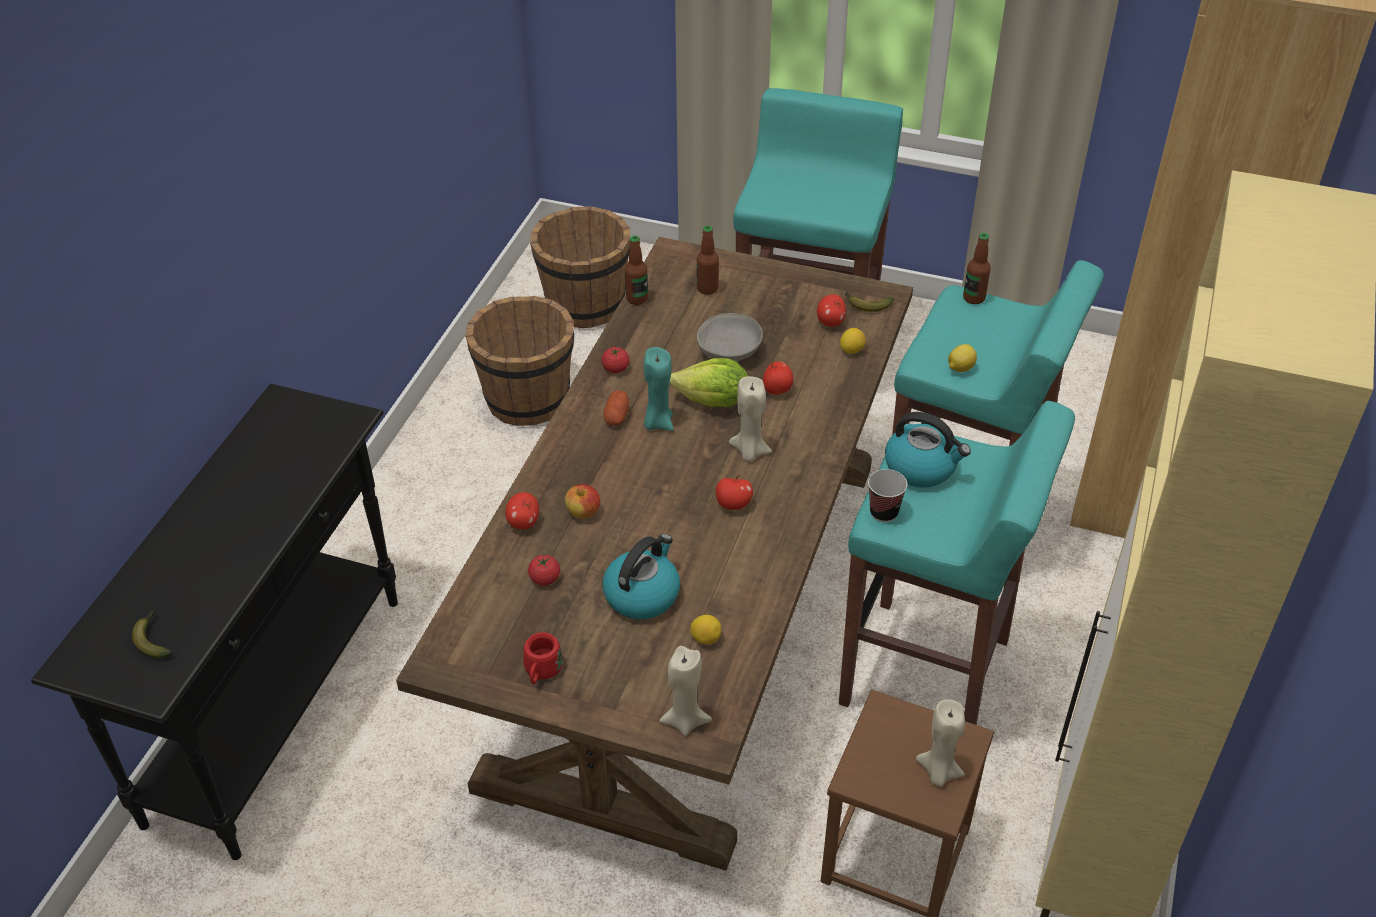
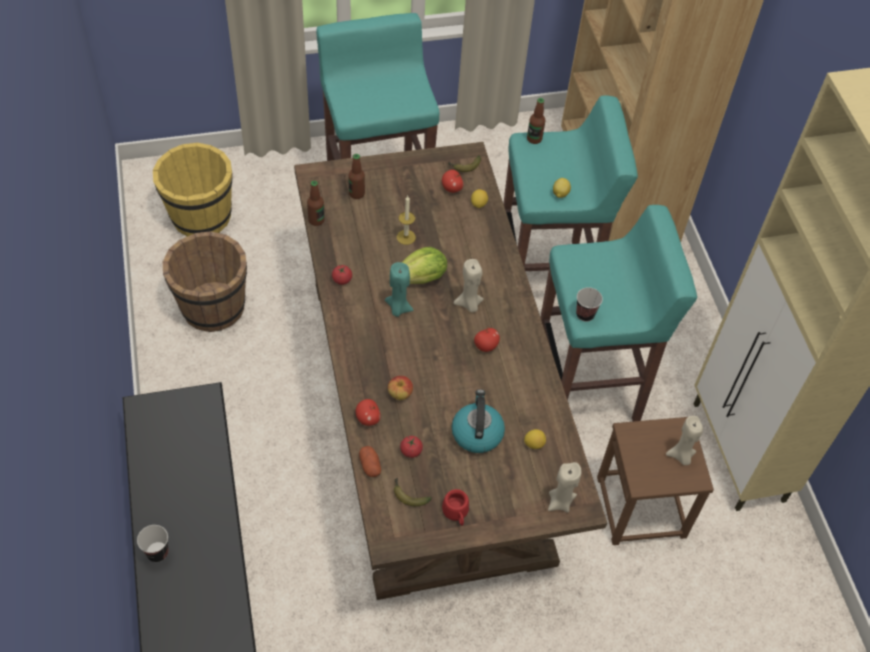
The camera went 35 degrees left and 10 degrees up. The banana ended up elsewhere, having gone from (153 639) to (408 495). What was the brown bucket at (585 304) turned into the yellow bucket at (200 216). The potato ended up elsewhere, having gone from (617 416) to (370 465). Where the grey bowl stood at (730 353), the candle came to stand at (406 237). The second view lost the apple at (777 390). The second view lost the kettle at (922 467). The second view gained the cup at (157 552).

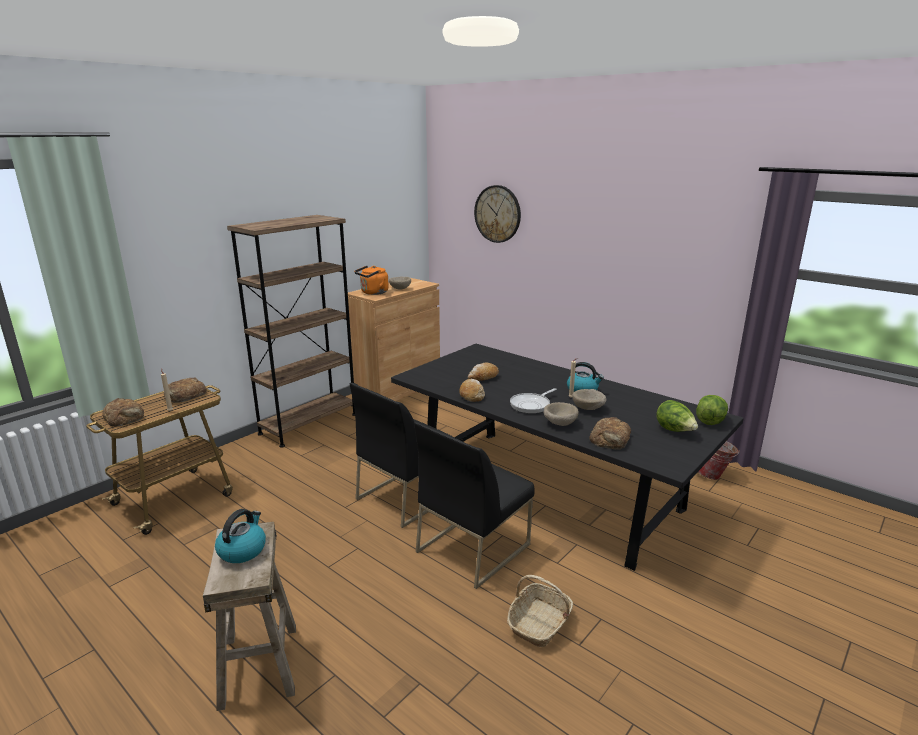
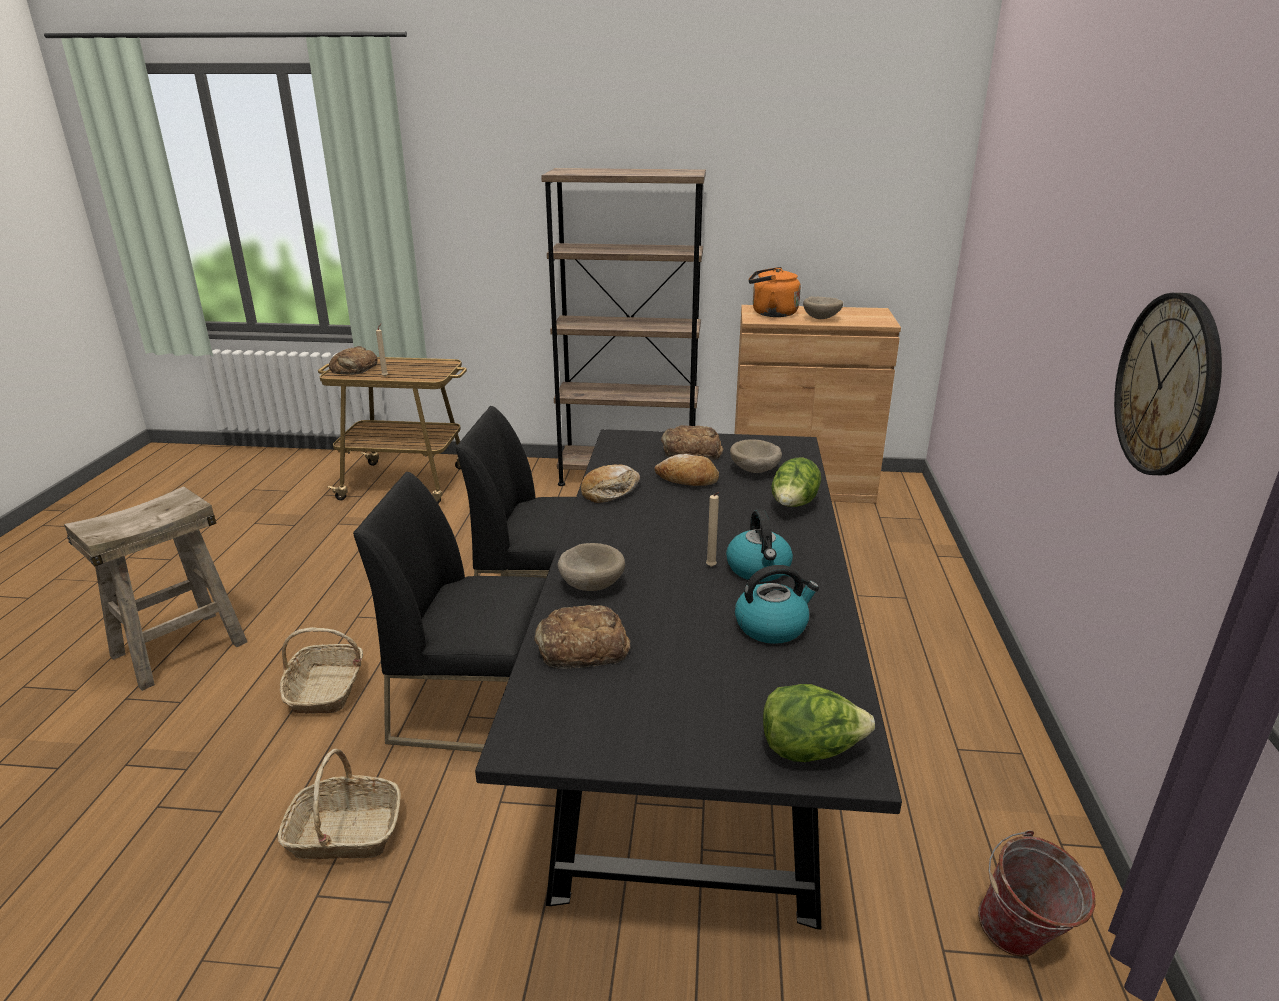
The camera went 55 degrees right and 5 degrees up. The bread ended up elsewhere, having gone from (185 395) to (691 451). The kettle ended up elsewhere, having gone from (242 550) to (772 626). The wall clock ended up elsewhere, having gone from (497 214) to (1167 385). The second view lost the frying pan at (531 405). The beige bowl ended up elsewhere, having gone from (589 409) to (754 471). The lettuce ended up elsewhere, having gone from (675 431) to (793 506). The second view gained the basket at (326 689).

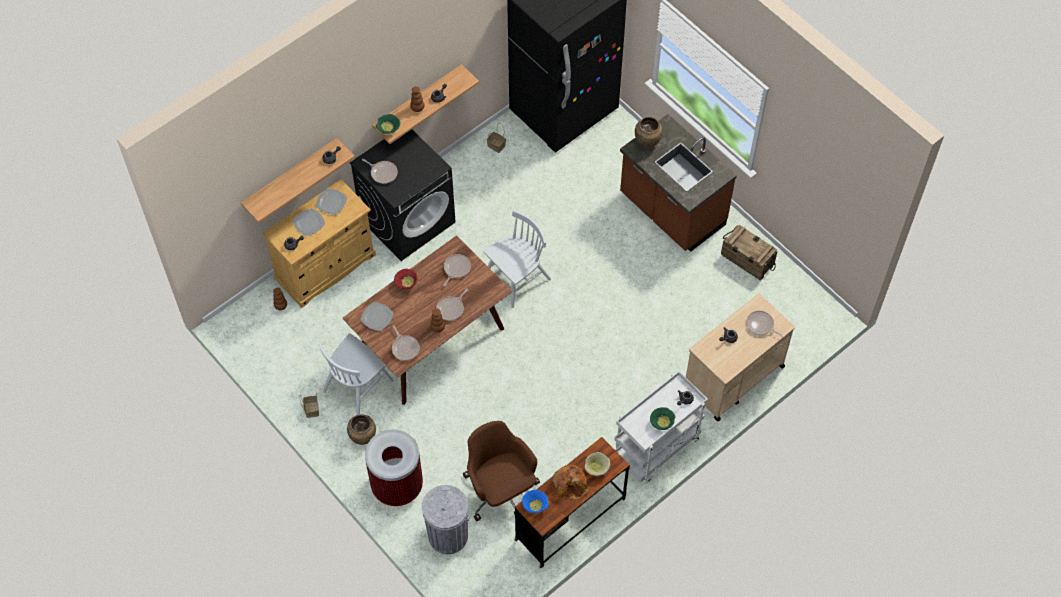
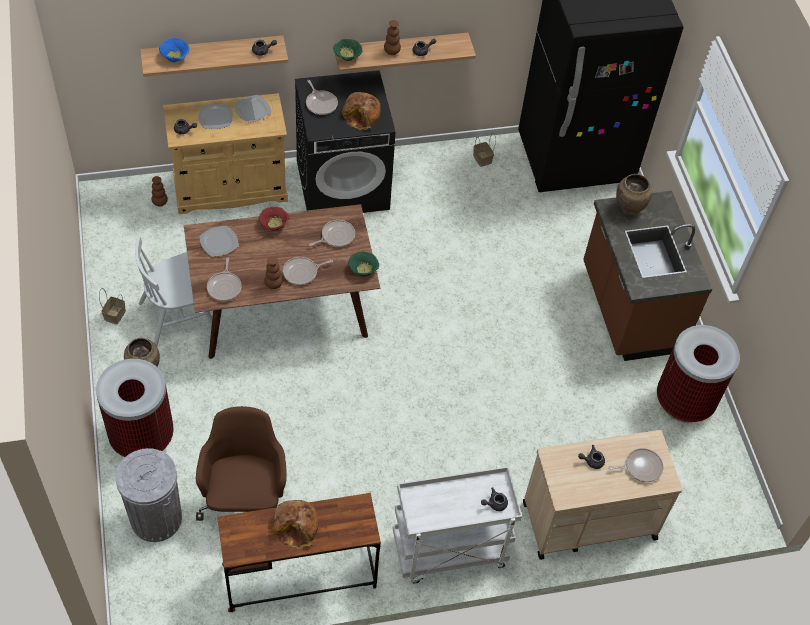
The camera went 25 degrees right and 5 degrees down. The second view lost the white chair at (516 278). The blue bowl ended up elsewhere, having gone from (535 505) to (175 57). The second view lost the beige bowl at (596 468). The green bowl ended up elsewhere, having gone from (662 422) to (363 270). Where the crate stood at (747 260), the trash can came to stand at (684 401). The frying pan at (761 325) ended up facing another way, 105 degrees clockwise from before. The second view gained the bread at (362 116).

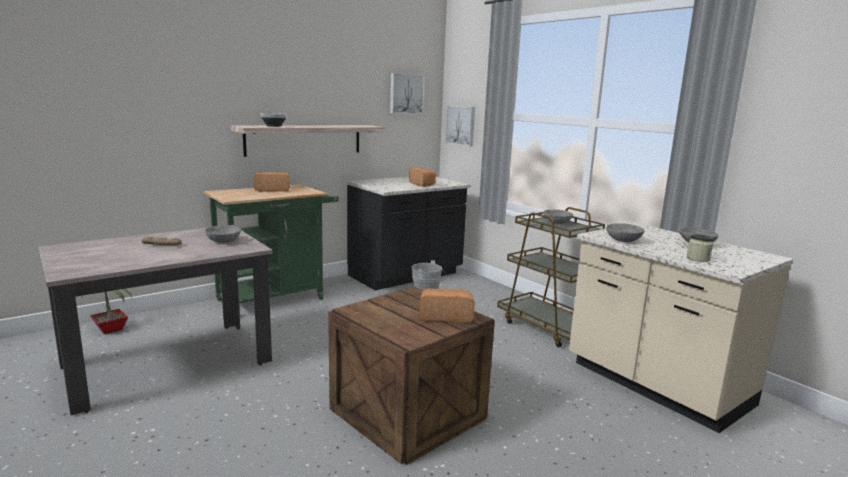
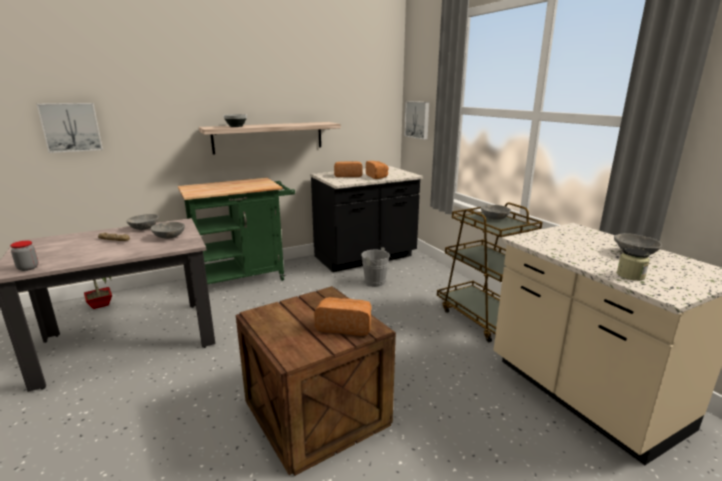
The camera went 10 degrees right and 5 degrees up. The bread ended up elsewhere, having gone from (272 190) to (348 176). The picture ended up elsewhere, having gone from (406 94) to (71 127). The grey bowl ended up elsewhere, having gone from (623 240) to (145 228). The second view gained the jar at (28 268).

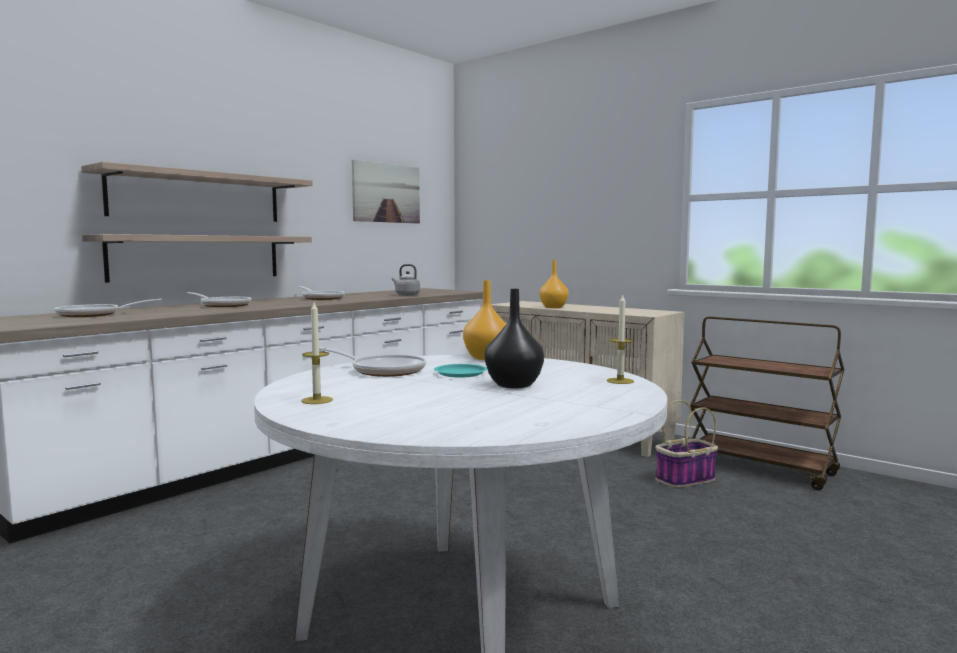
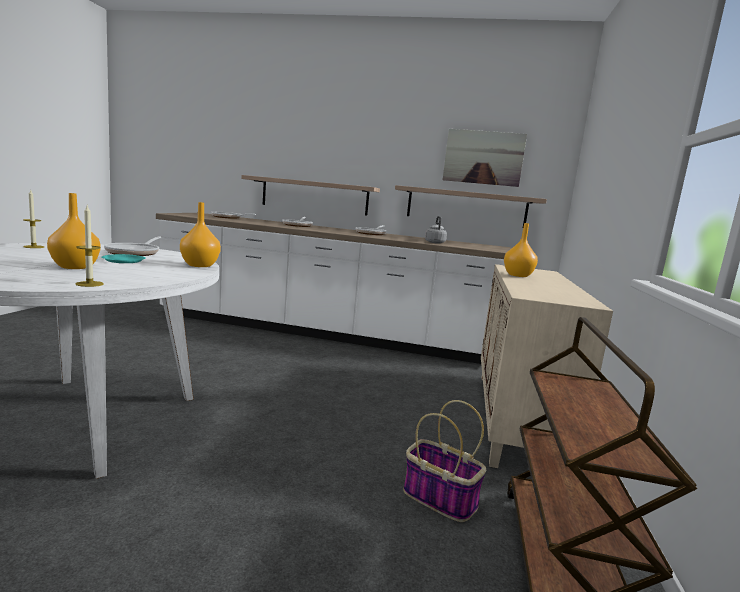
The camera went 60 degrees right and 5 degrees up. The shelf ended up elsewhere, having gone from (197 197) to (466 207). What was the black vase at (515 385) turned into the orange vase at (75 267).

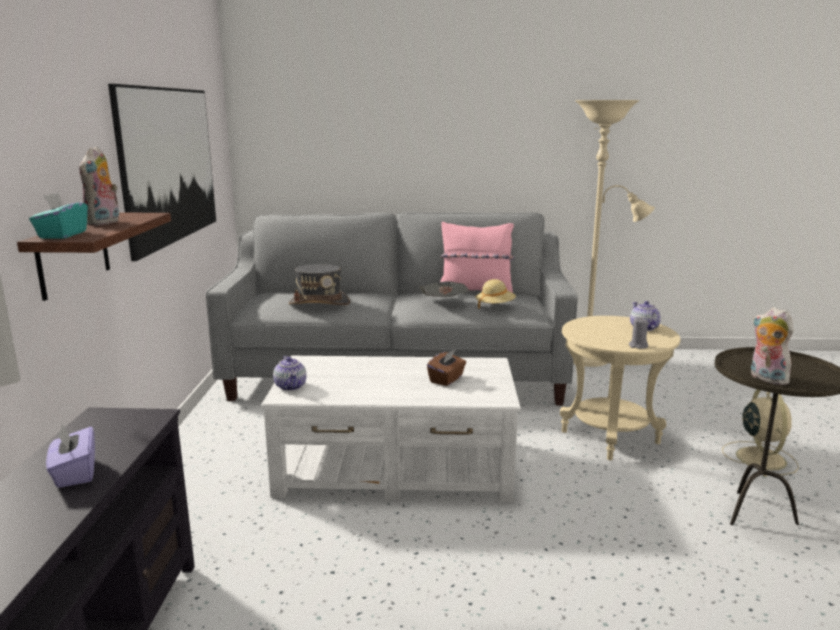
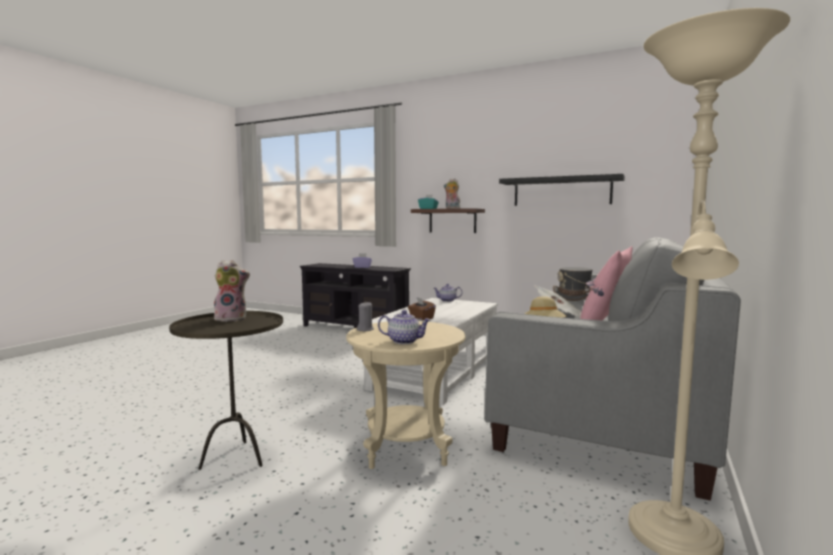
The camera went 115 degrees right and 10 degrees down. Where the picture hung at (170 165), the black shelf came to hang at (561 191). The second view lost the beige fan at (759 457).

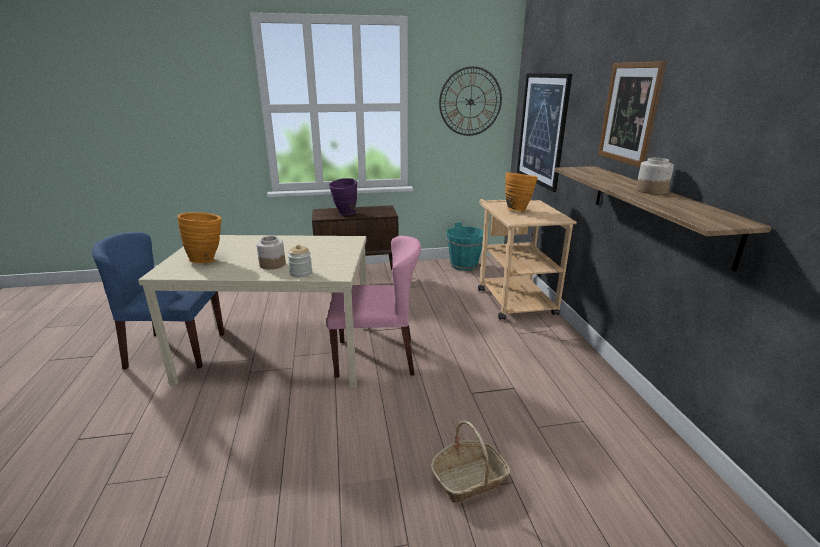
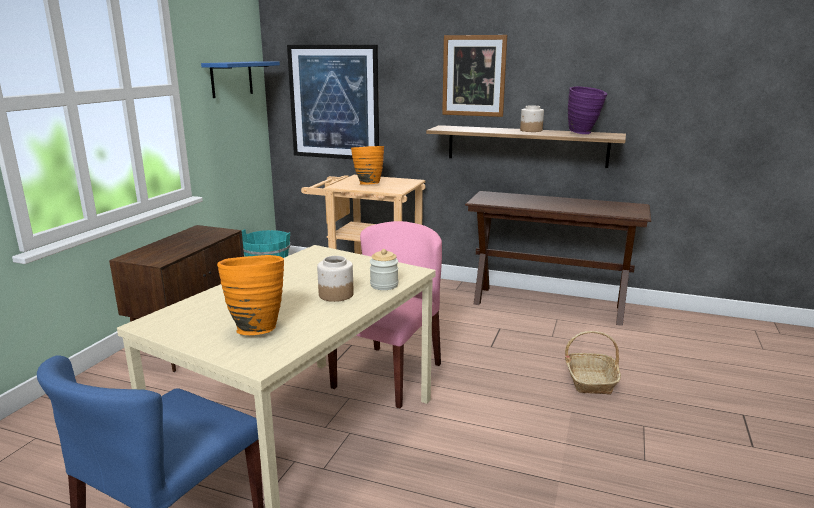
The camera went 60 degrees left and 5 degrees down. The purple vase ended up elsewhere, having gone from (345 214) to (584 133). Where the wall clock hung at (470 102), the blue shelf came to hang at (231 79). The second view gained the brown console table at (548 305).

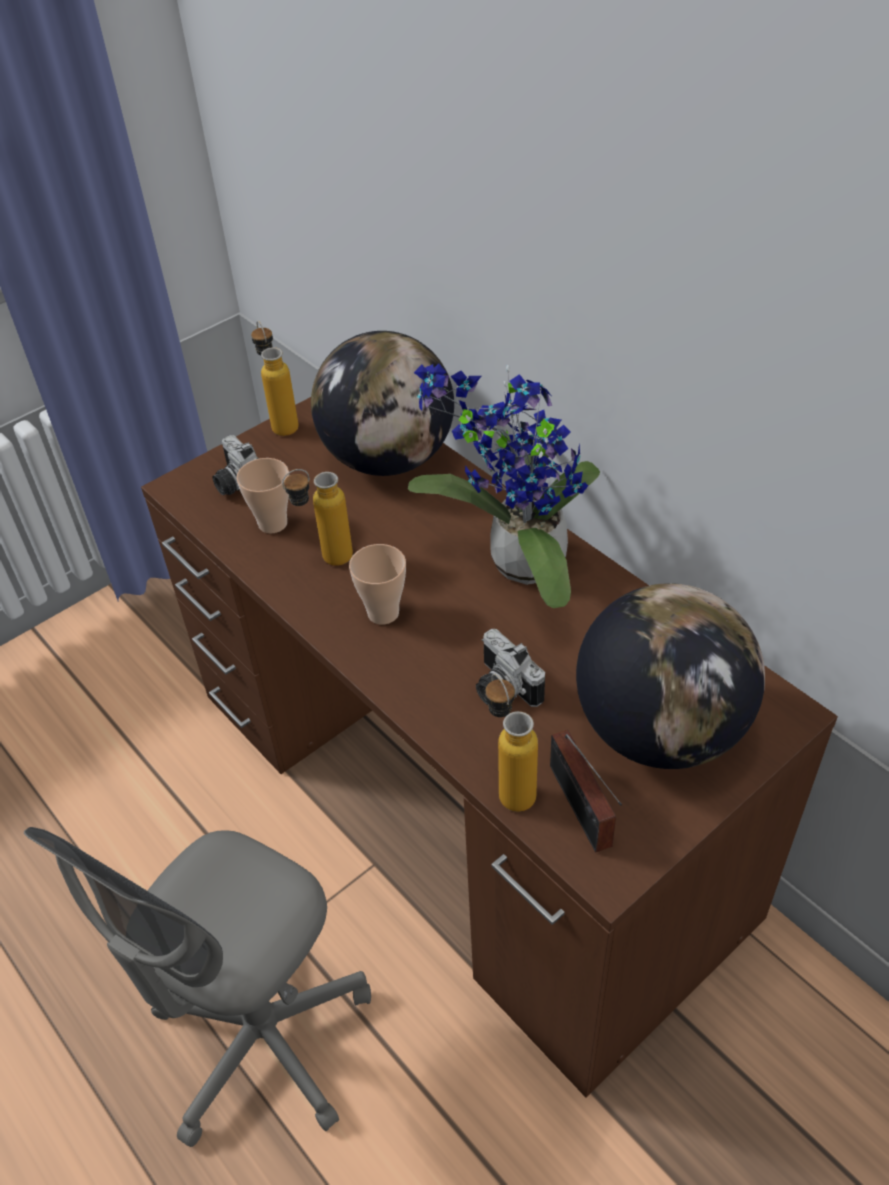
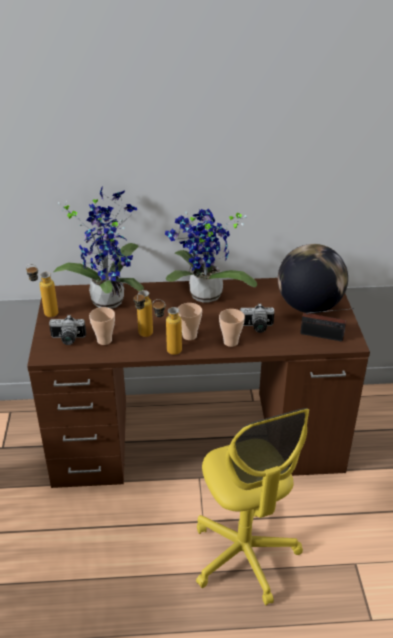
The camera went 55 degrees left and 10 degrees down. What was the grey office chair at (262 1039) turned into the yellow office chair at (244 555). Where the globe stood at (388 459), the potted plant came to stand at (109 298). The bottle ended up elsewhere, having gone from (509 785) to (168 350). The second view gained the cup at (230 342).

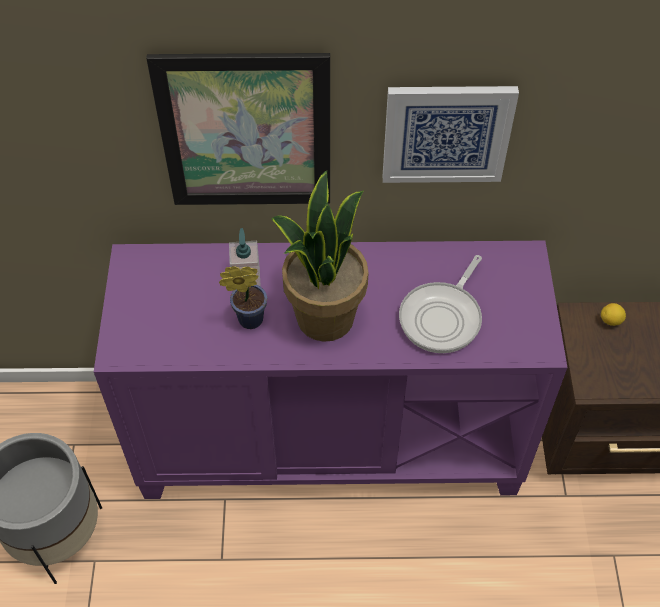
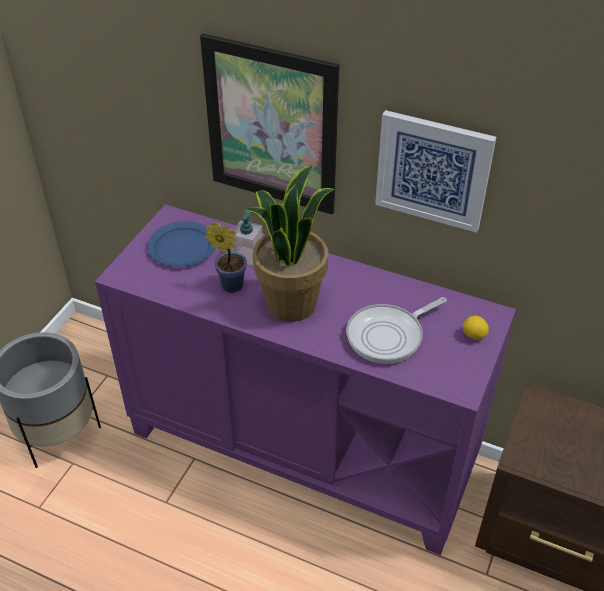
The camera went 25 degrees right and 10 degrees down. The lemon ended up elsewhere, having gone from (610 321) to (474 336). The second view gained the blue plate at (181 247).

